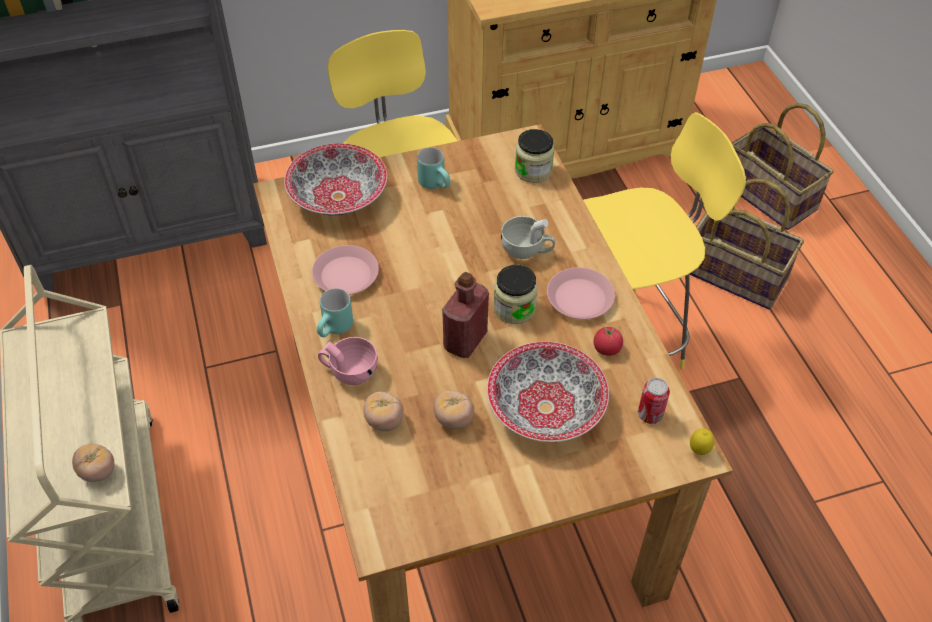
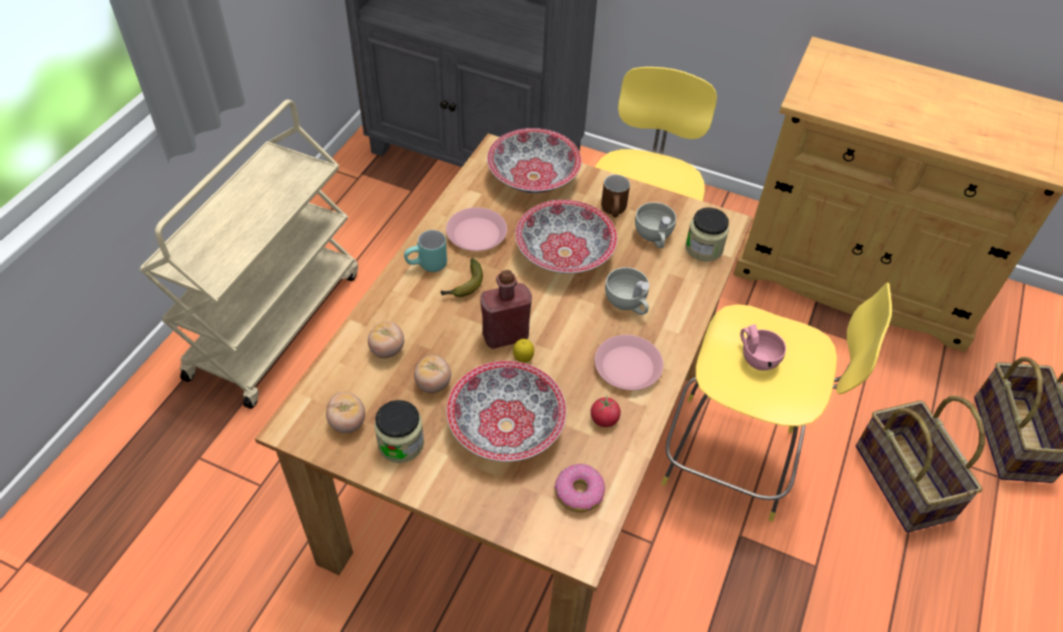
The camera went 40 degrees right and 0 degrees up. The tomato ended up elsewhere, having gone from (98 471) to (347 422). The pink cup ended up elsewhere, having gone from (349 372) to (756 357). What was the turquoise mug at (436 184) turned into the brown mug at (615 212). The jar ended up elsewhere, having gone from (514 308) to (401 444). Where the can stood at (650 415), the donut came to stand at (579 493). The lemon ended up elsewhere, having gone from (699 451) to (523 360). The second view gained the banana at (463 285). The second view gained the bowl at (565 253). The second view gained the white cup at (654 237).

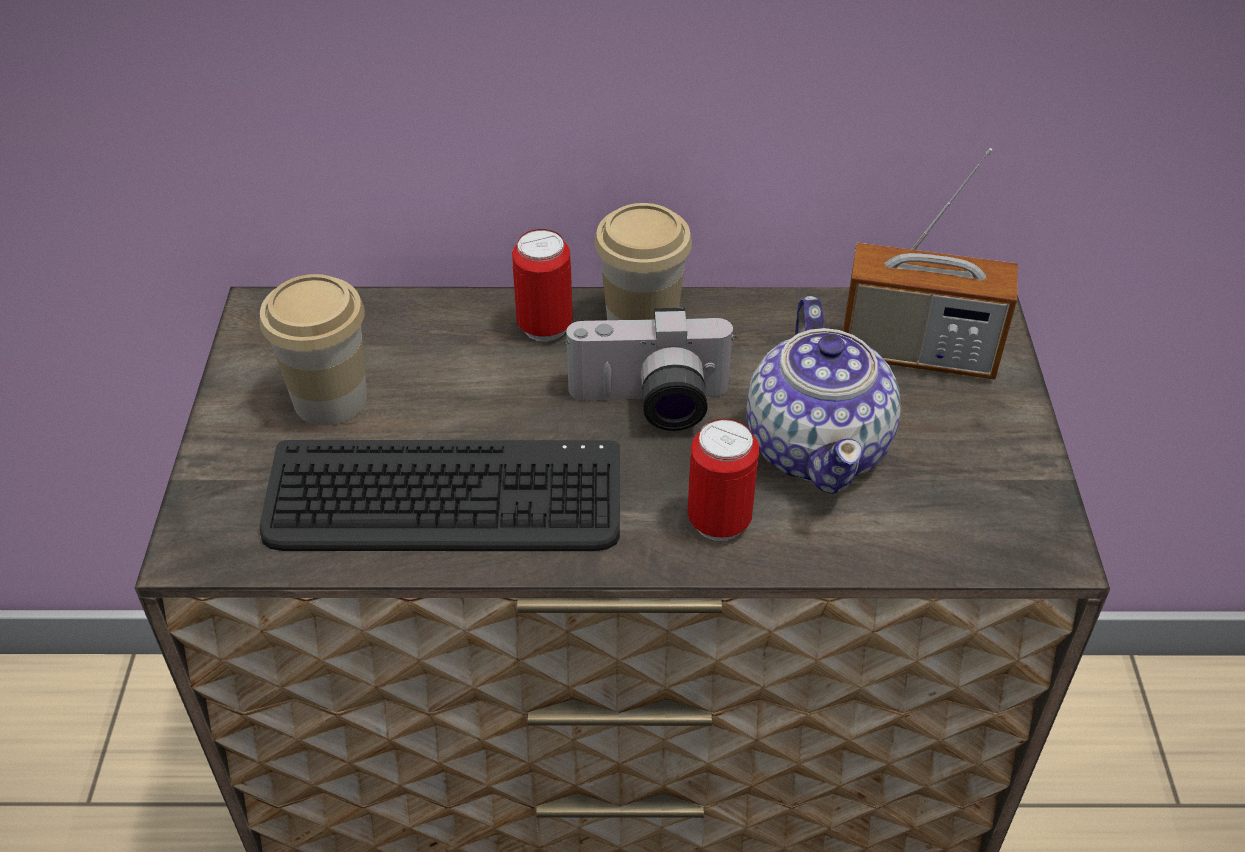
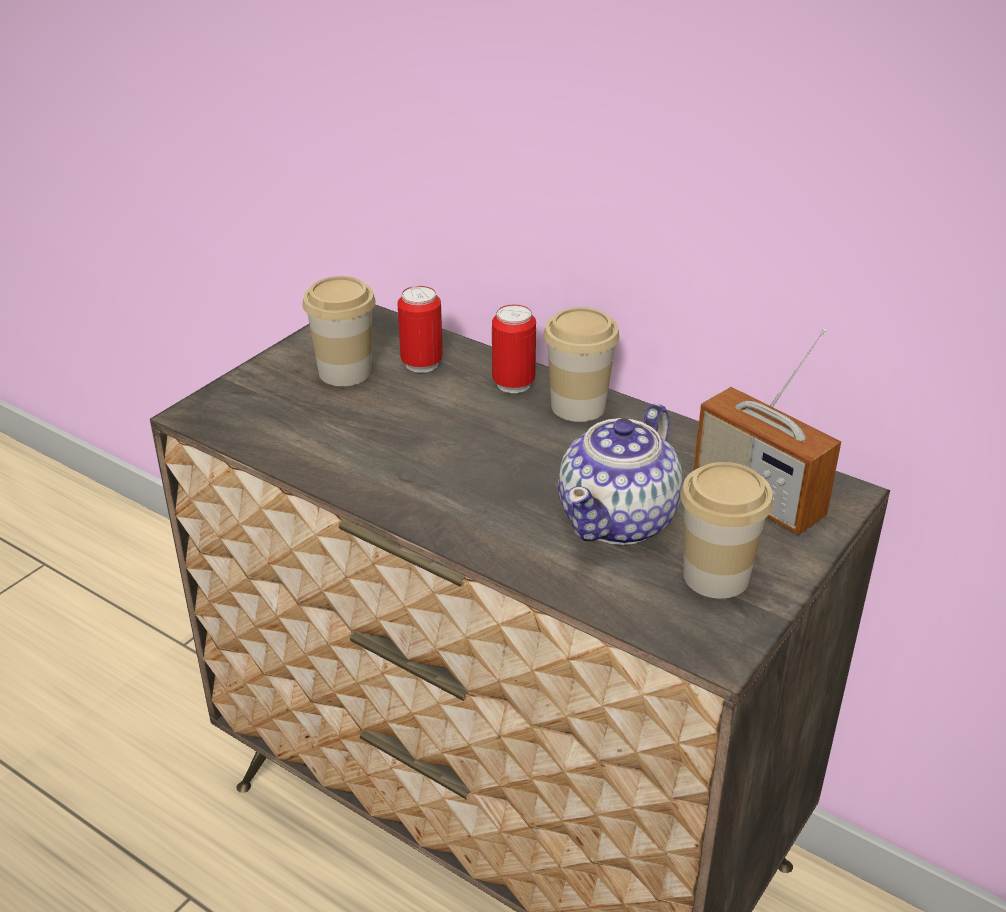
The camera went 35 degrees right and 10 degrees down. The second view lost the keyboard at (444 501). The second view lost the photo camera at (650 405). The can ended up elsewhere, having gone from (719 521) to (421 364). The second view gained the cup at (716 576).

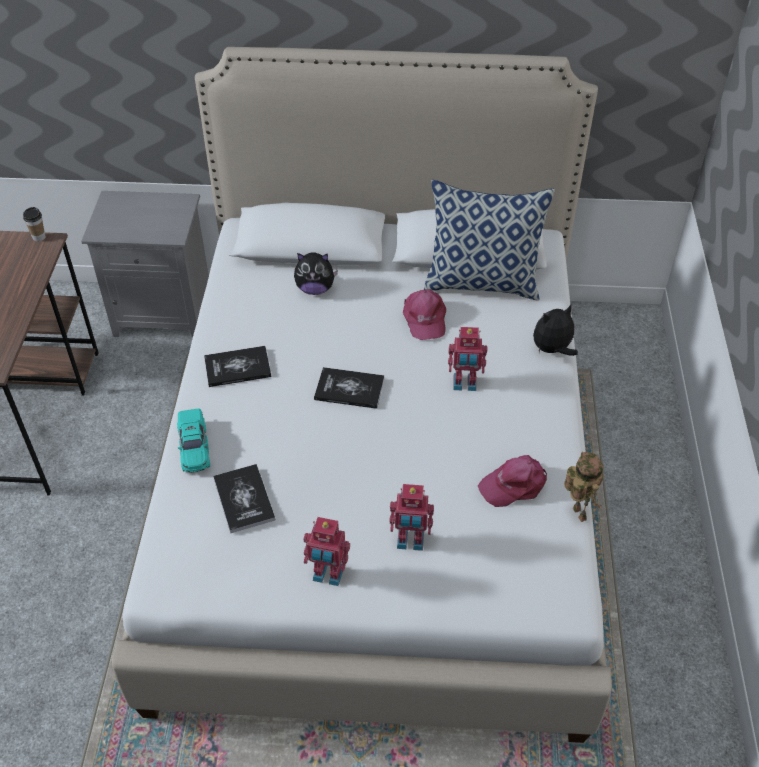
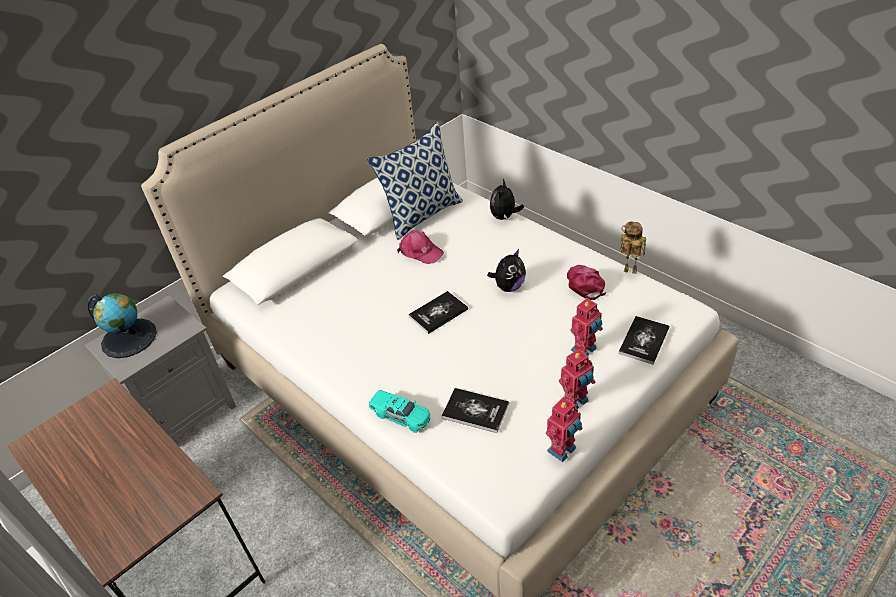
The camera went 45 degrees left and 5 degrees down. The second view lost the cup at (39 237). The book ended up elsewhere, having gone from (237 367) to (644 341). The plush toy ended up elsewhere, having gone from (315 289) to (509 287). The toy robot ended up elsewhere, having gone from (464 384) to (563 450). The pink cap at (514 484) ended up facing another way, 150 degrees clockwise from before. The second view gained the globe at (129 338).

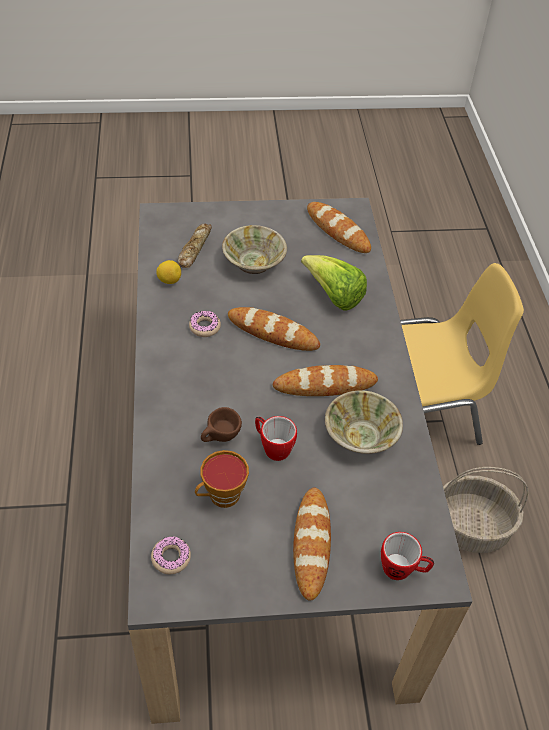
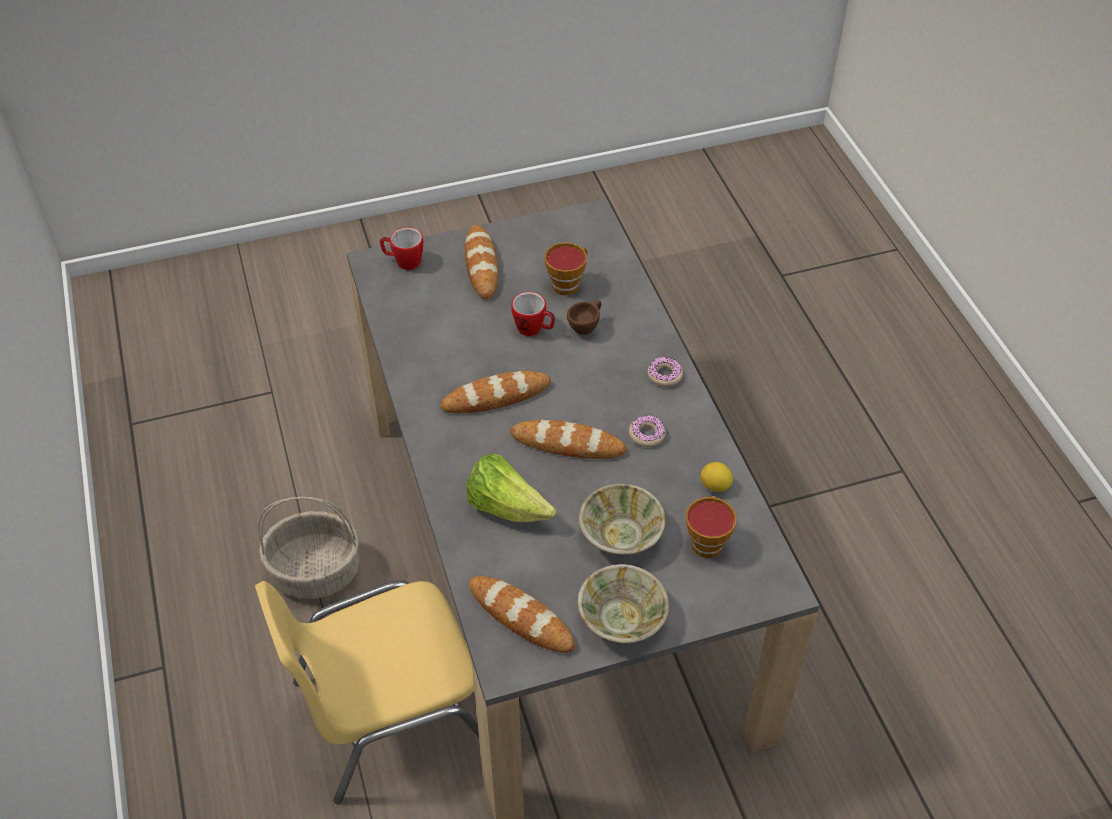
The camera went 170 degrees right and 0 degrees up. The donut ended up elsewhere, having gone from (171 558) to (664 375). Where the bread stood at (194 248), the cup came to stand at (706 541). The beige bowl ended up elsewhere, having gone from (360 436) to (622 619).

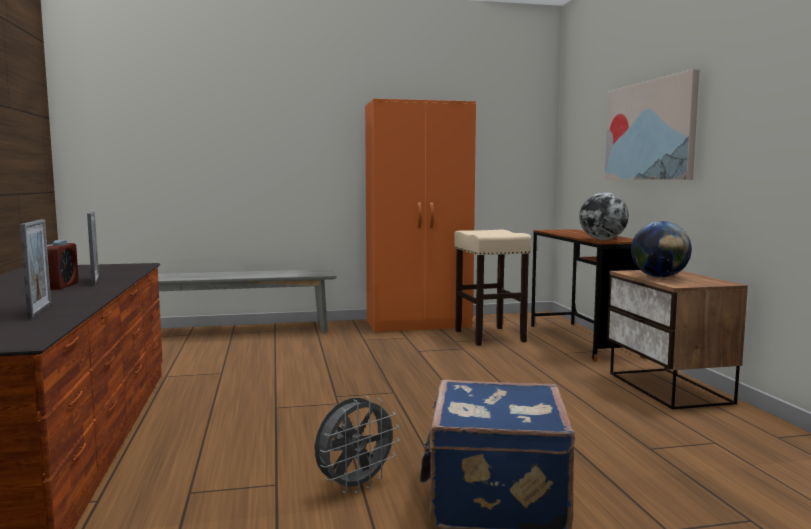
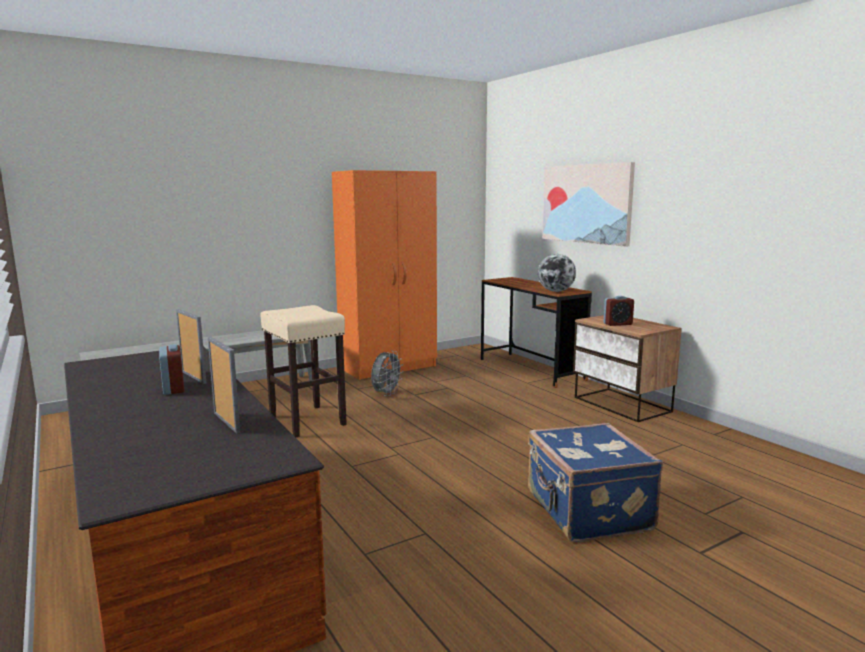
The camera went 20 degrees left and 5 degrees up. The grey fan ended up elsewhere, having gone from (355 486) to (386 394). The beige stool ended up elsewhere, having gone from (489 336) to (306 420). Where the globe stood at (659 277), the alarm clock came to stand at (617 324).

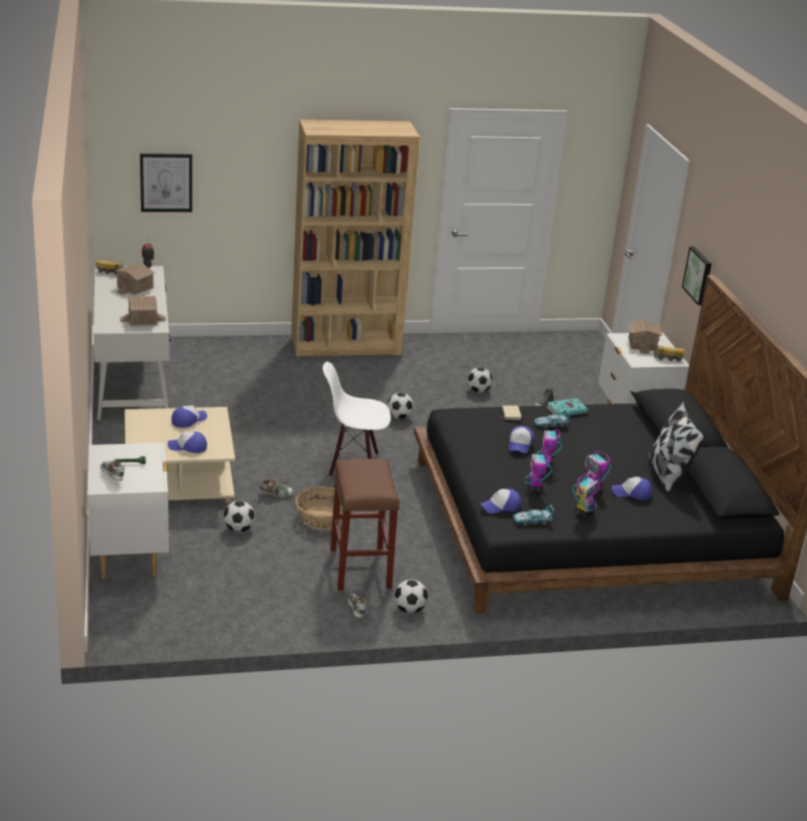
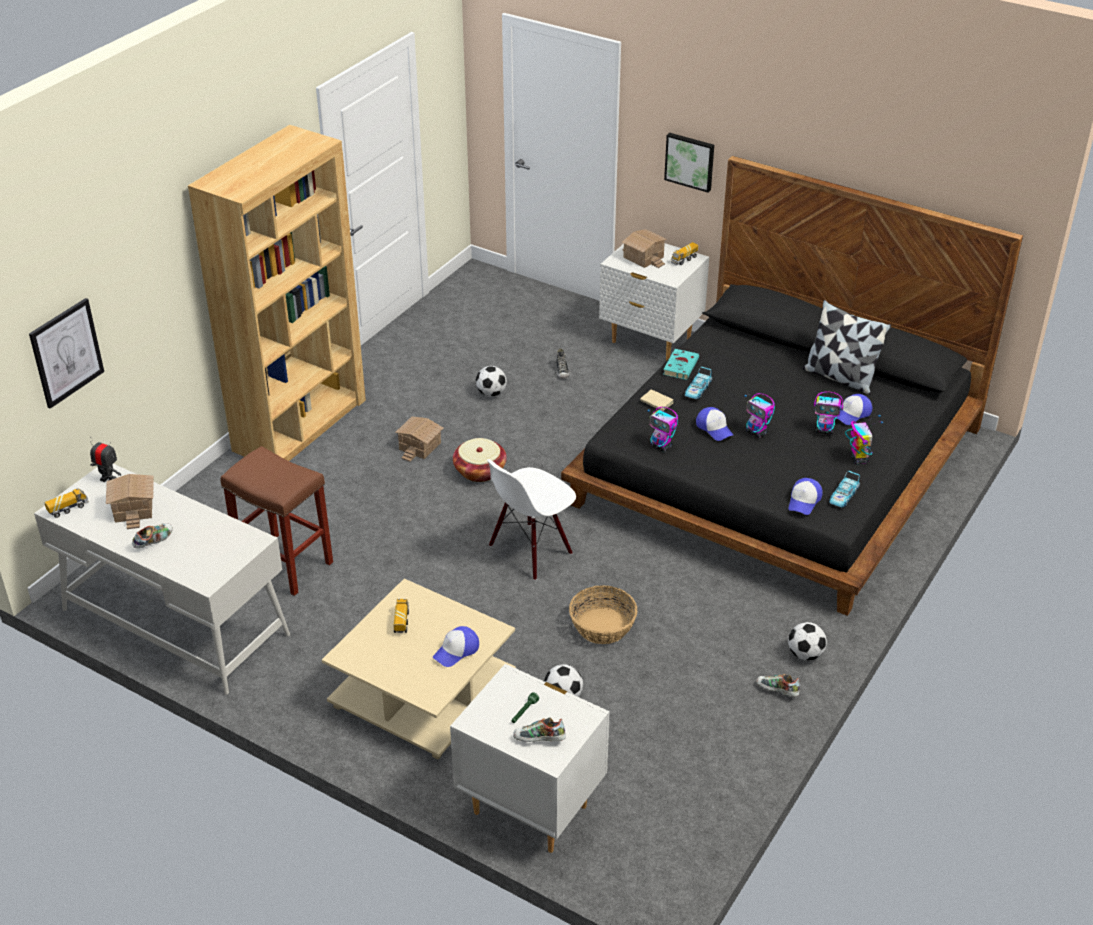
The camera went 45 degrees left and 10 degrees up. The toy house ended up elsewhere, having gone from (142 319) to (419 446). Where the cap stood at (188 420), the toy truck came to stand at (401 621). The shoe ended up elsewhere, having gone from (276 494) to (153 541). The brown stool ended up elsewhere, having gone from (361 569) to (286 564). Where the football stood at (399 417), the basket came to stand at (480 471). The toy robot ended up elsewhere, having gone from (534 488) to (661 447).

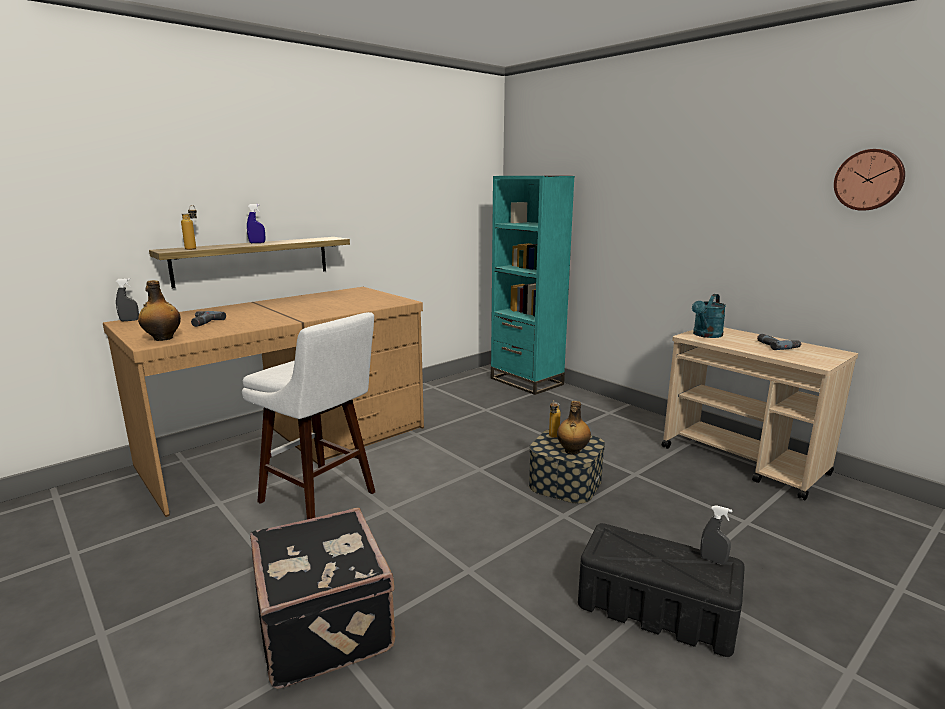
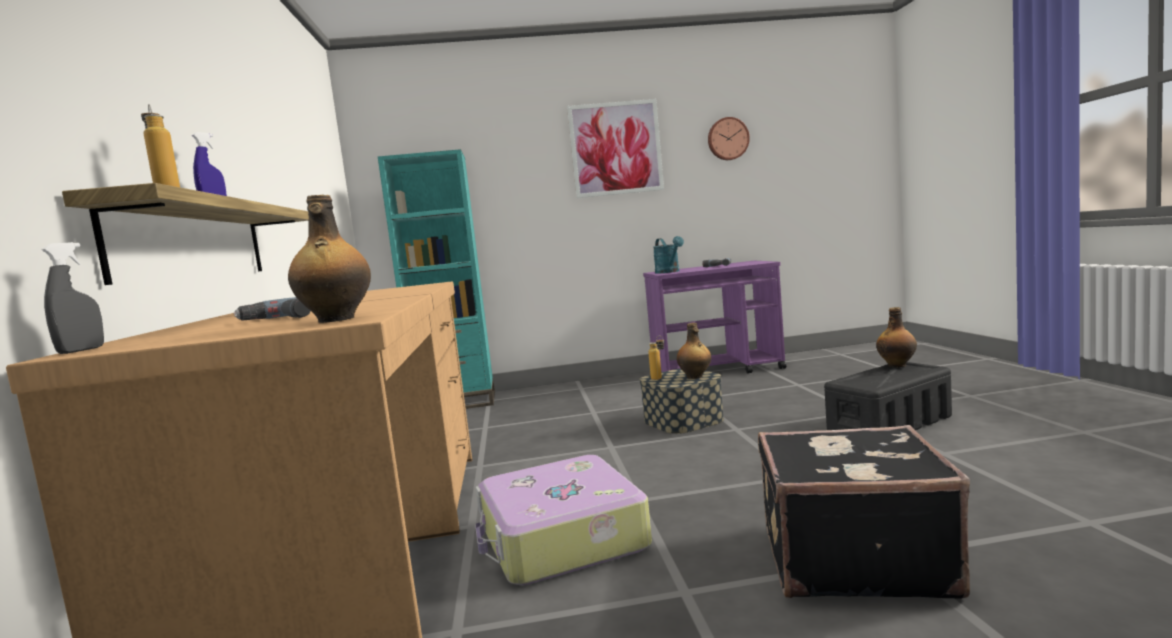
The camera went 55 degrees left and 10 degrees down. Where the white stool stood at (321 499), the suitcase came to stand at (561 539). What was the beige cart at (744 461) turned into the purple cart at (717 370). Where the grey spray bottle stood at (713 560), the bottle came to stand at (897 365). The second view gained the picture at (616 148).

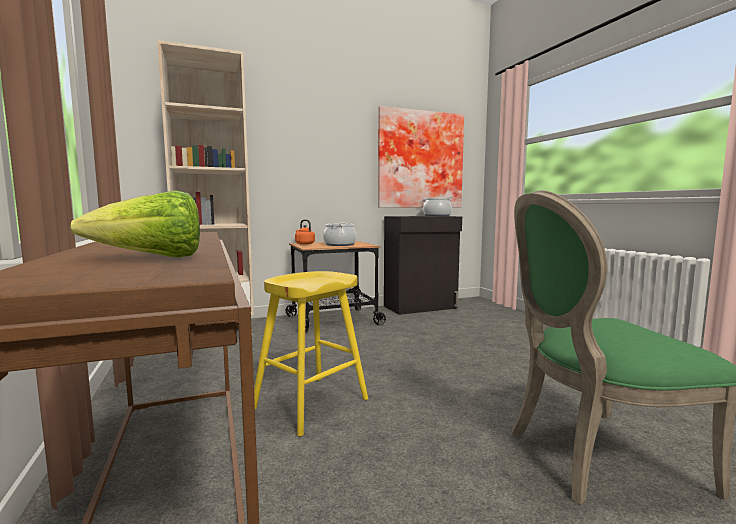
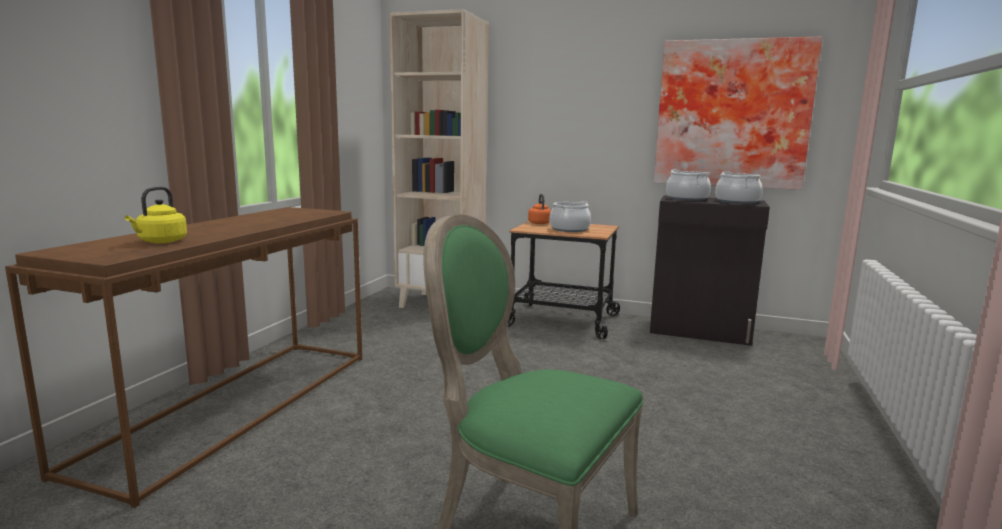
The camera went 40 degrees right and 5 degrees up. Where the lettuce stood at (153 258), the yellow kettle came to stand at (160 242). The second view lost the yellow stool at (310 404). The second view gained the cooking pot at (687 199).

